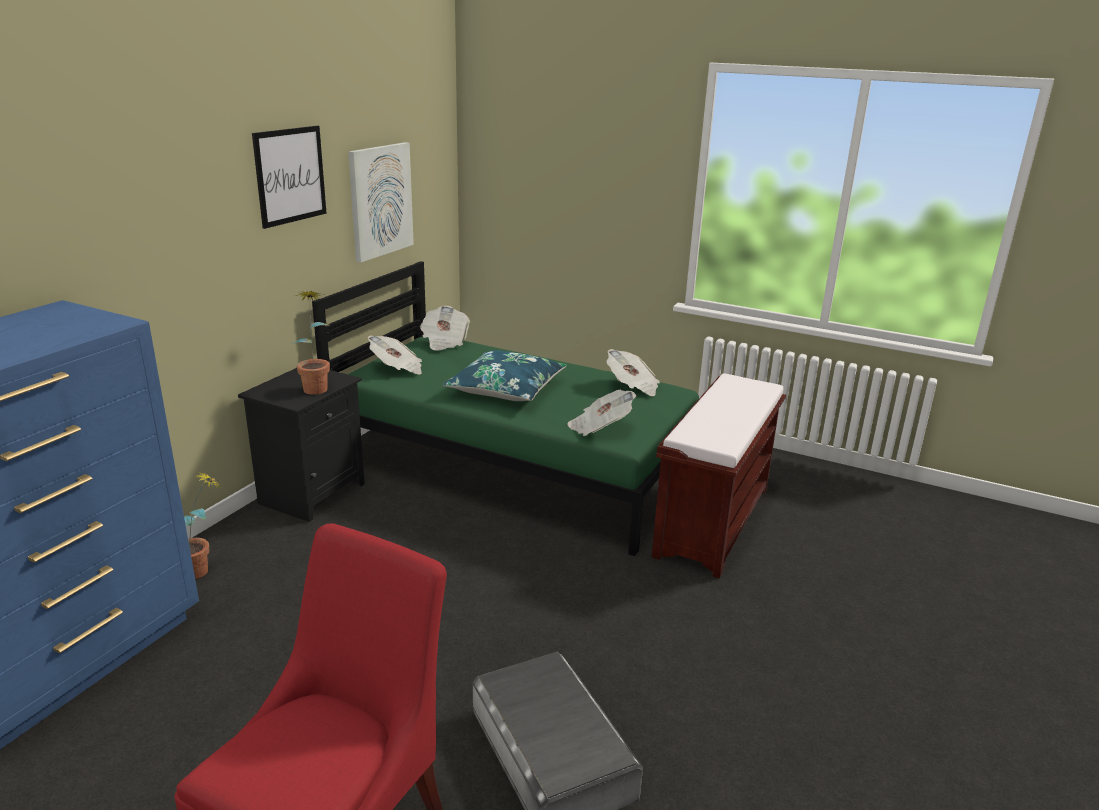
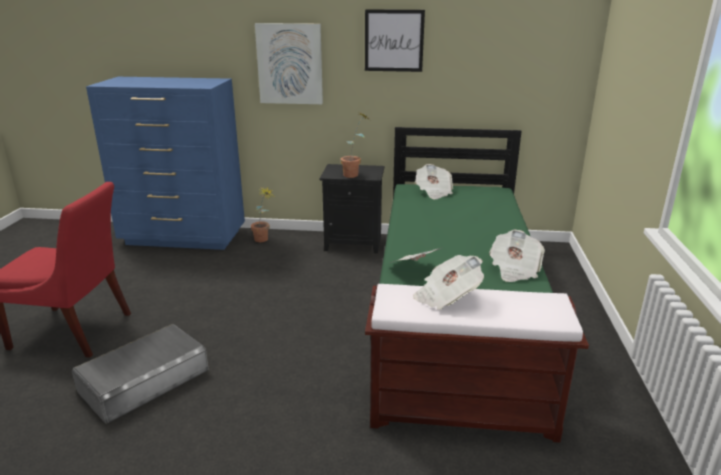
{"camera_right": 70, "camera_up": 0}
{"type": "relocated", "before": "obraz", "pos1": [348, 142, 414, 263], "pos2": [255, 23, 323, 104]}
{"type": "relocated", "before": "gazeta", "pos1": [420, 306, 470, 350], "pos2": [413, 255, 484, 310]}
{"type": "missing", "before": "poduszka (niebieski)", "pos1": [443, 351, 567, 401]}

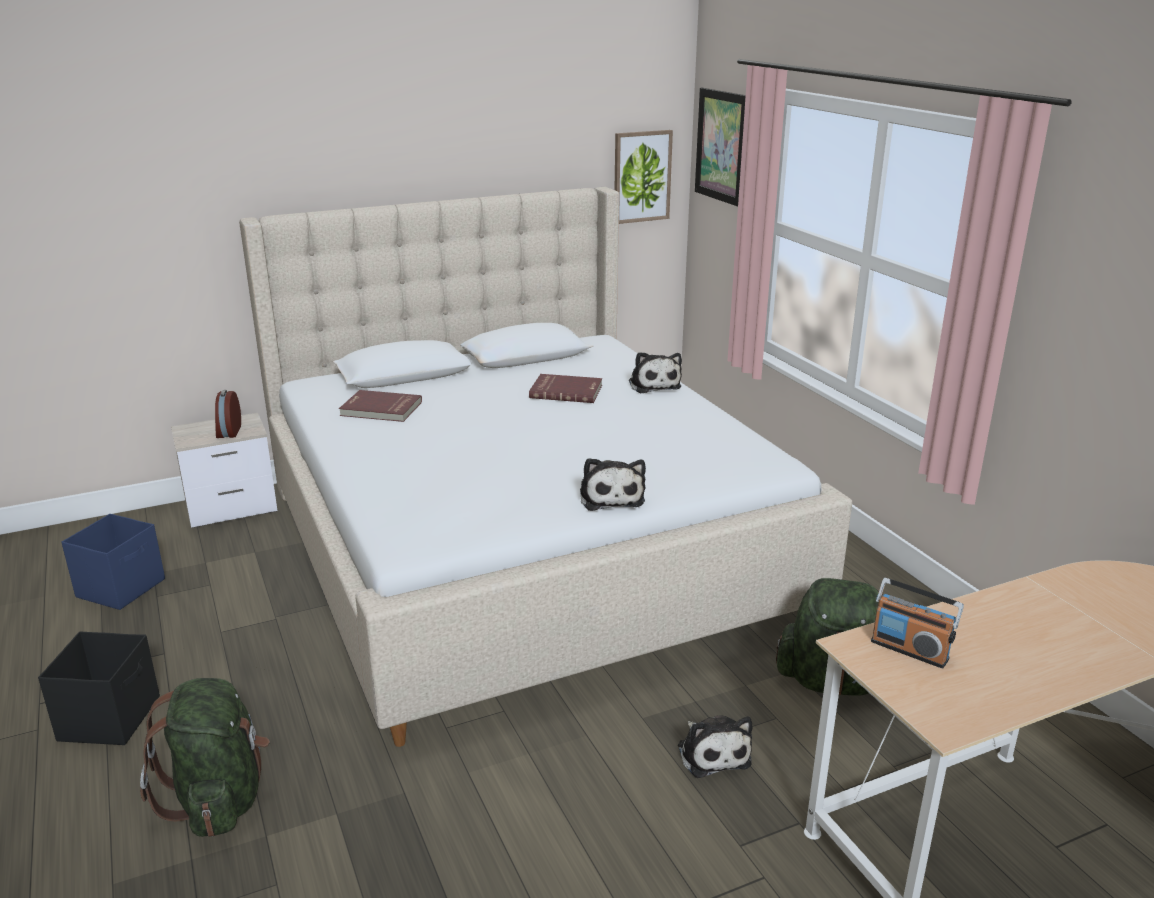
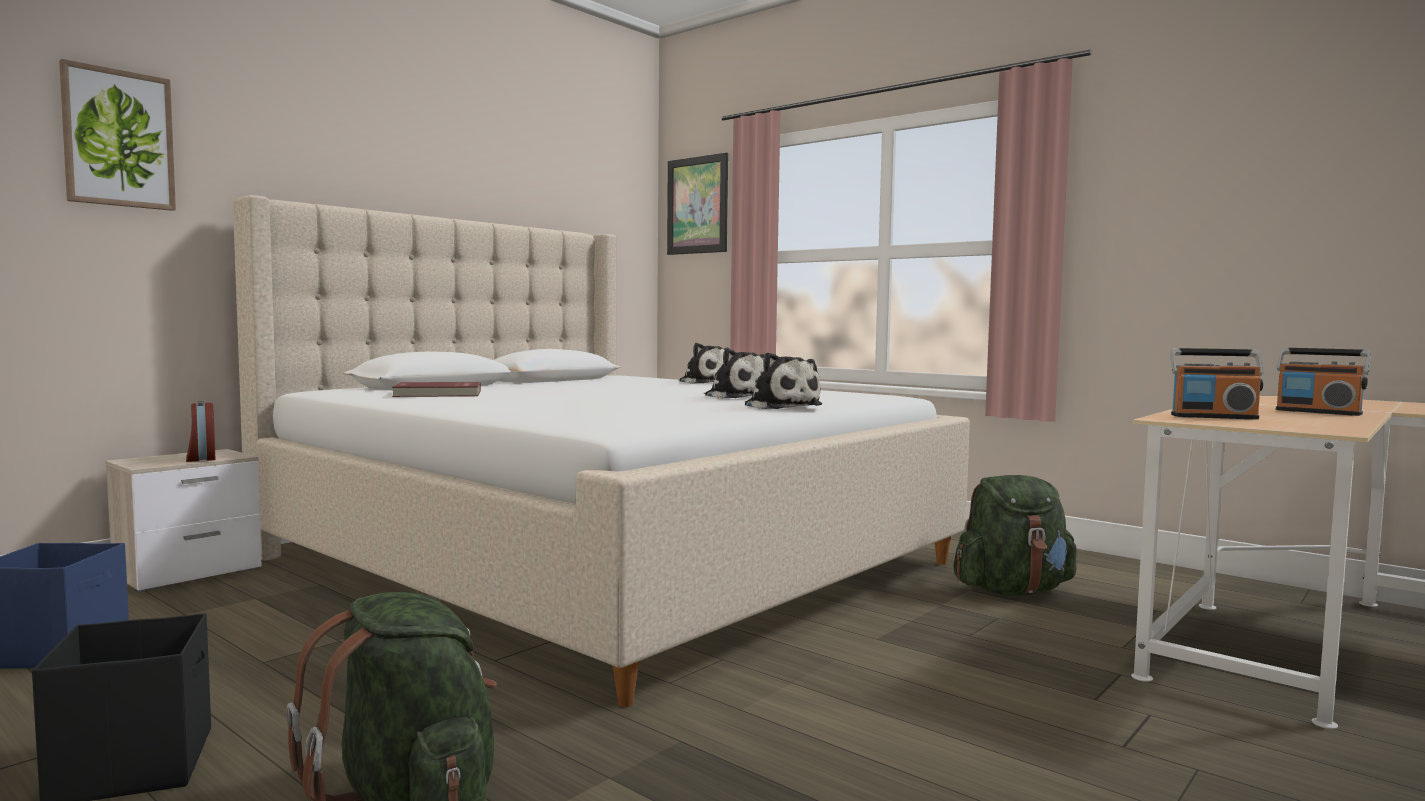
{"camera_right": -25, "camera_up": -20}
{"type": "missing", "before": "książka (czerwony)", "pos1": [529, 374, 602, 403]}
{"type": "relocated", "before": "obraz", "pos1": [614, 130, 673, 224], "pos2": [59, 59, 176, 211]}
{"type": "relocated", "before": "pluszak", "pos1": [678, 716, 752, 778], "pos2": [703, 348, 765, 399]}
{"type": "appeared", "after": "radio", "pos2": [1276, 348, 1371, 416]}

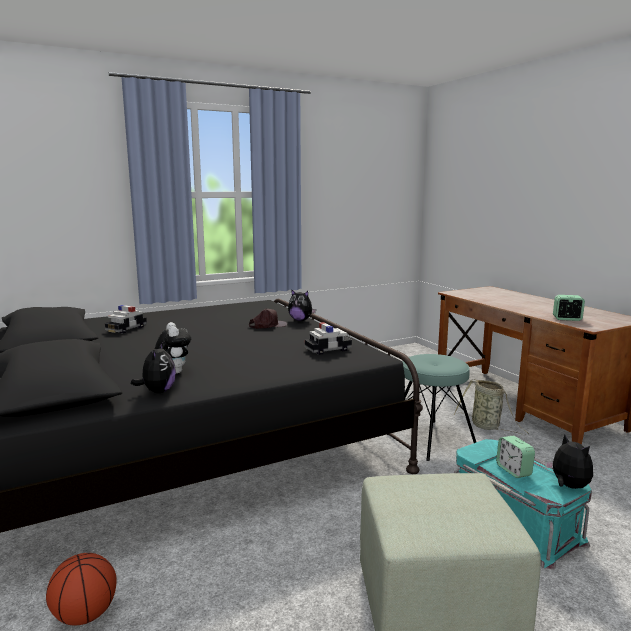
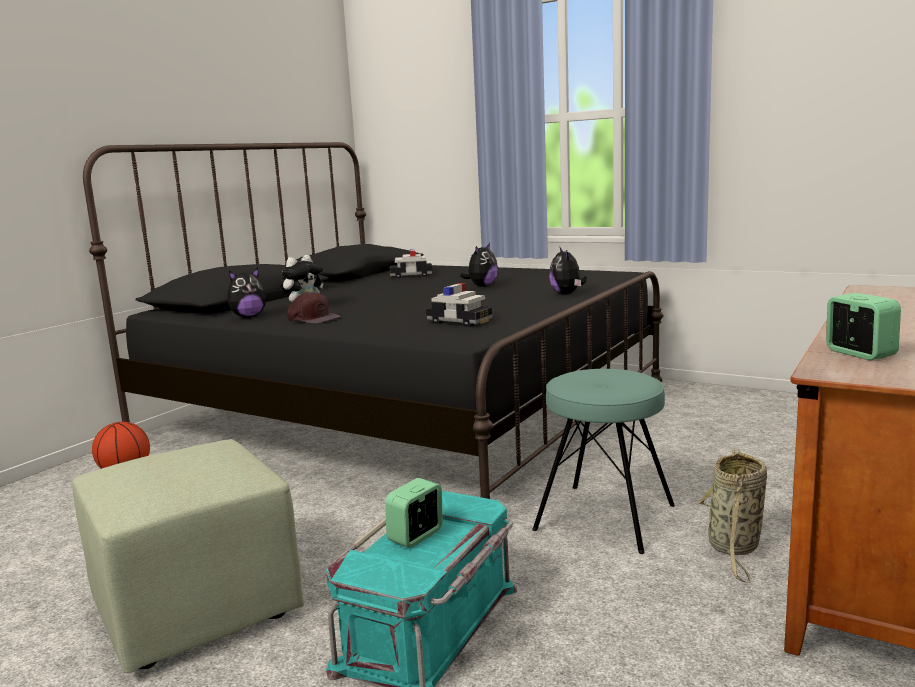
{"camera_right": 60, "camera_up": 0}
{"type": "relocated", "before": "czapka z daszkiem (brązowy)", "pos1": [249, 308, 287, 329], "pos2": [287, 292, 341, 324]}
{"type": "relocated", "before": "pluszak", "pos1": [545, 434, 593, 489], "pos2": [460, 243, 498, 287]}

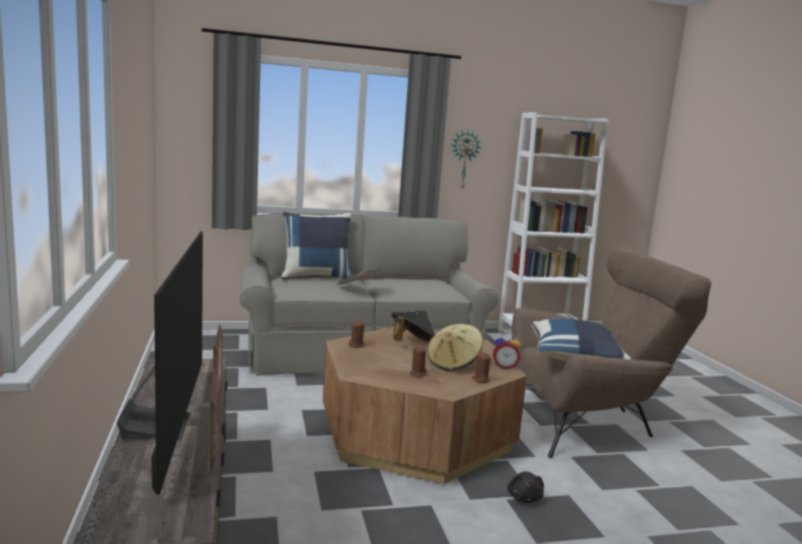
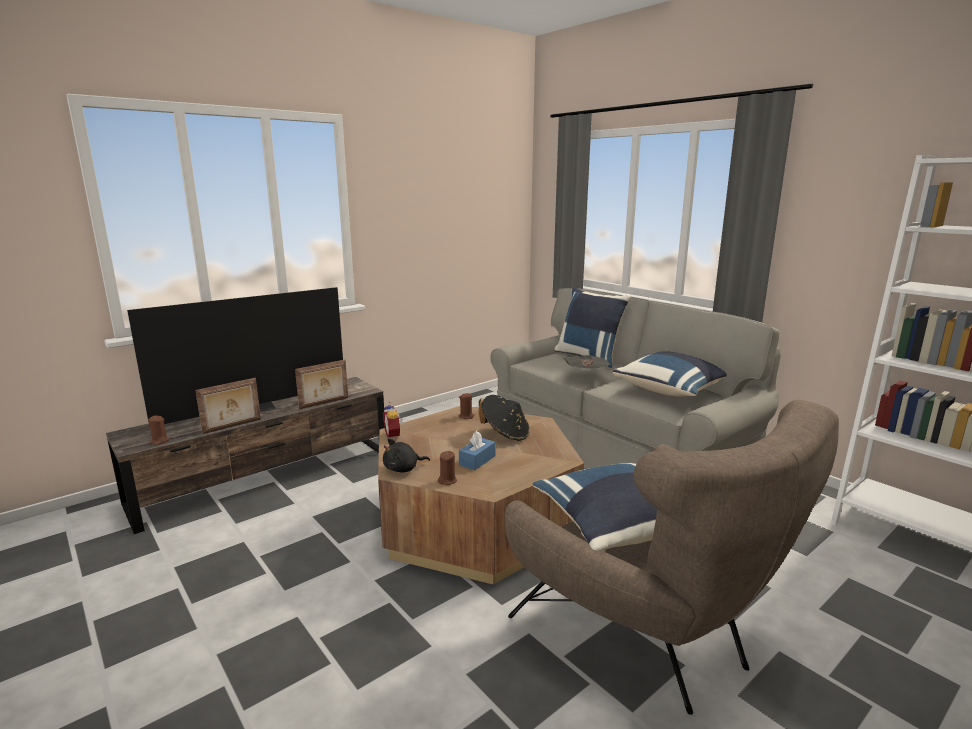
{"camera_right": 65, "camera_up": 5}
{"type": "relocated", "before": "świeca (brązowy)", "pos1": [410, 347, 427, 378], "pos2": [148, 415, 170, 445]}
{"type": "exchanged", "before": "kapelusz (beżowy)", "after": "pudełko chusteczek (niebieski)", "pos1": [427, 324, 483, 371], "pos2": [459, 431, 496, 470]}
{"type": "missing", "before": "zegar ścienny", "pos1": [451, 130, 481, 189]}
{"type": "relocated", "before": "budzik", "pos1": [493, 333, 521, 370], "pos2": [384, 402, 403, 440]}
{"type": "relocated", "before": "pluszak (czarny)", "pos1": [507, 471, 544, 503], "pos2": [383, 438, 430, 472]}
{"type": "appeared", "after": "poduszka (niebieski)", "pos2": [613, 351, 727, 397]}

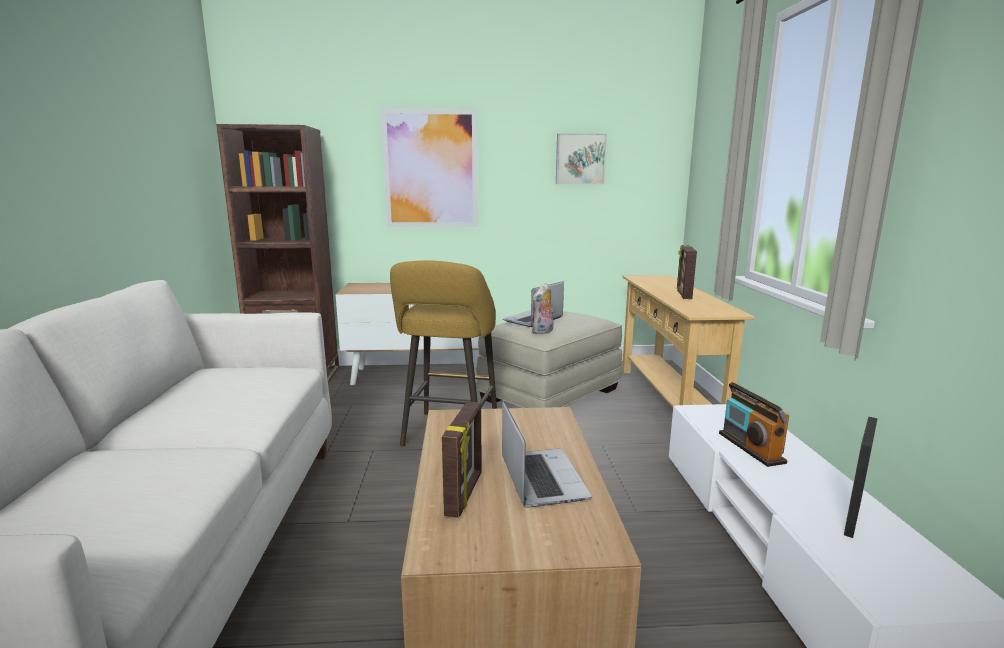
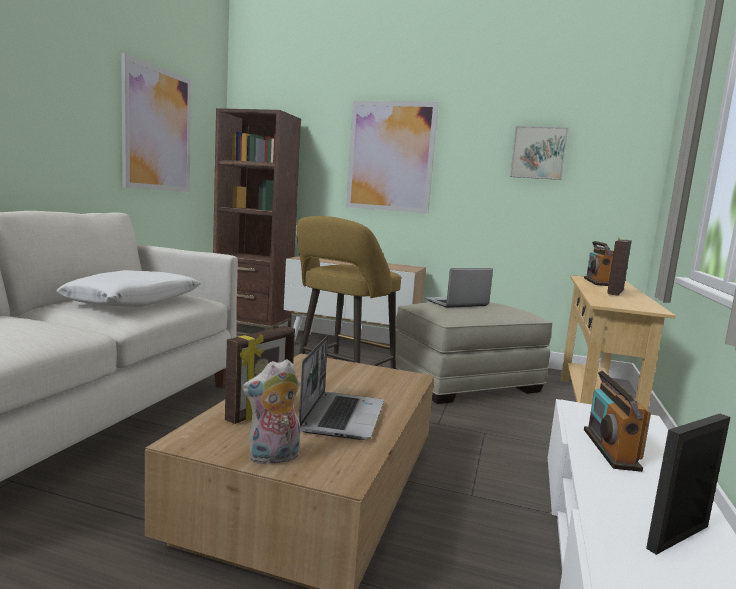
{"camera_right": 20, "camera_up": -5}
{"type": "relocated", "before": "pluszak", "pos1": [532, 283, 554, 334], "pos2": [242, 359, 300, 465]}
{"type": "appeared", "after": "poduszka (biały)", "pos2": [57, 270, 201, 307]}
{"type": "appeared", "after": "obraz", "pos2": [121, 53, 191, 192]}
{"type": "appeared", "after": "radio", "pos2": [584, 241, 614, 286]}

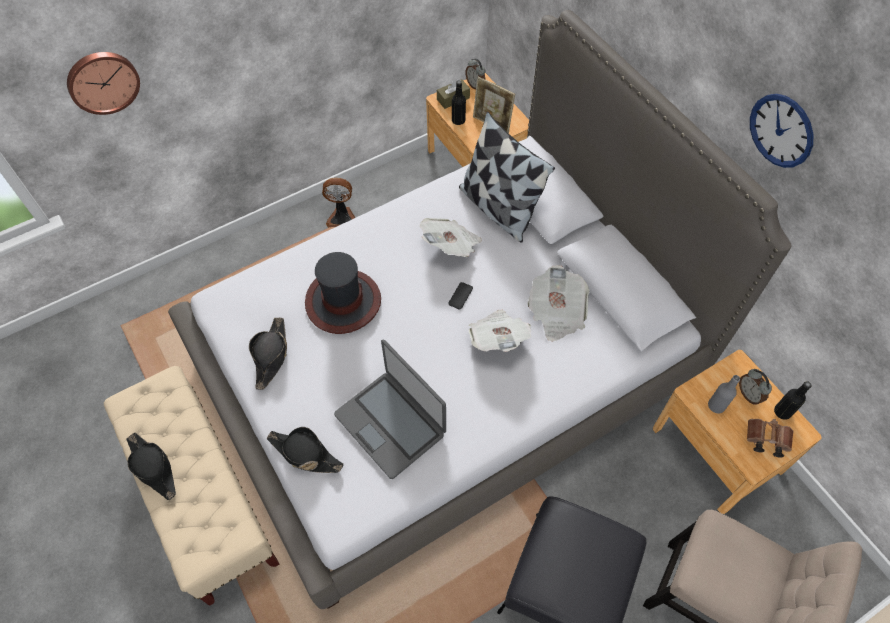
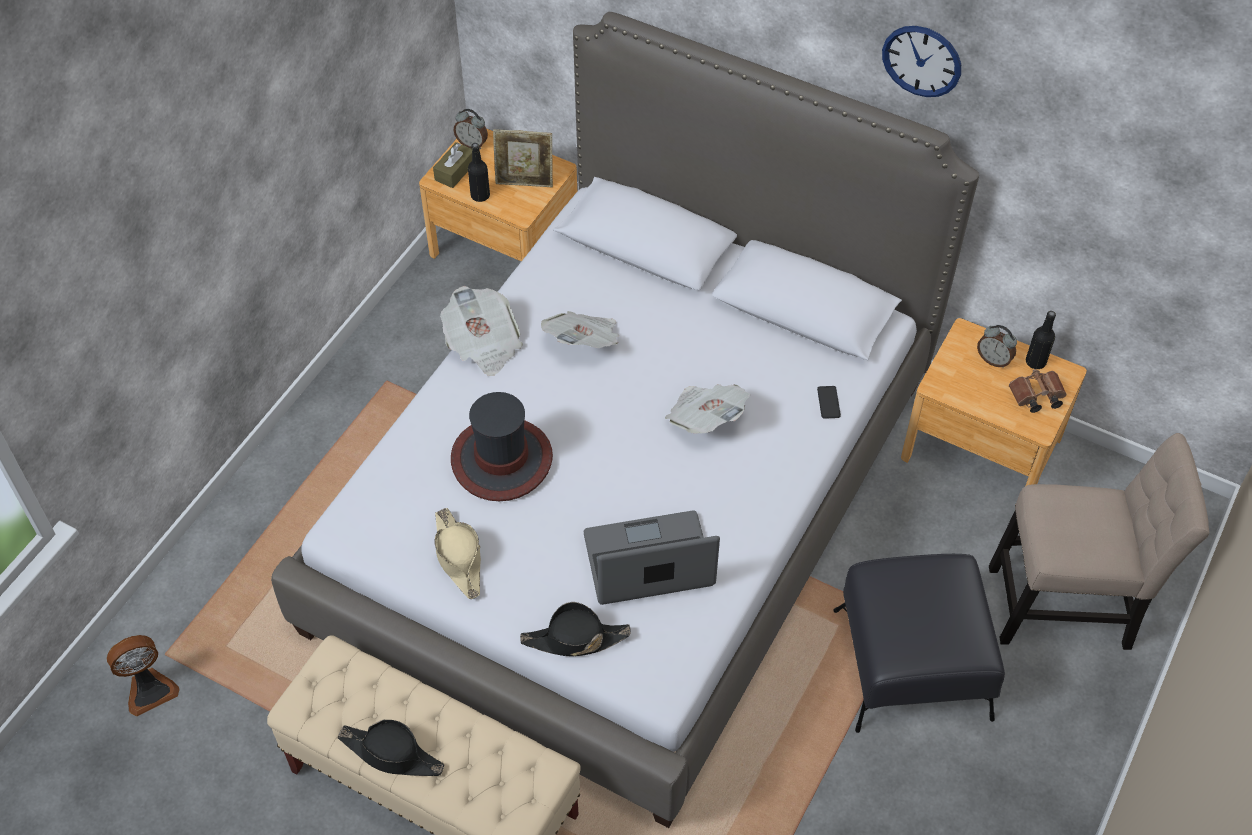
{"camera_right": -30, "camera_up": -5}
{"type": "missing", "before": "zegar ścienny", "pos1": [67, 52, 140, 115]}
{"type": "colour", "before": "kapelusz (czarny)", "after": "kapelusz (beżowy)", "pos1": [249, 318, 287, 390], "pos2": [435, 508, 481, 599]}
{"type": "relocated", "before": "wentylator", "pos1": [322, 178, 355, 228], "pos2": [107, 635, 179, 717]}
{"type": "spun", "before": "laptop", "pos1": [334, 340, 446, 479], "pos2": [584, 510, 720, 605], "turn": 150}
{"type": "relocated", "before": "telefon", "pos1": [448, 282, 473, 310], "pos2": [817, 386, 841, 419]}
{"type": "missing", "before": "poduszka", "pos1": [459, 112, 555, 243]}
{"type": "relocated", "before": "gazeta", "pos1": [527, 265, 589, 342], "pos2": [440, 286, 523, 376]}
{"type": "missing", "before": "butelka (szary)", "pos1": [708, 375, 740, 413]}

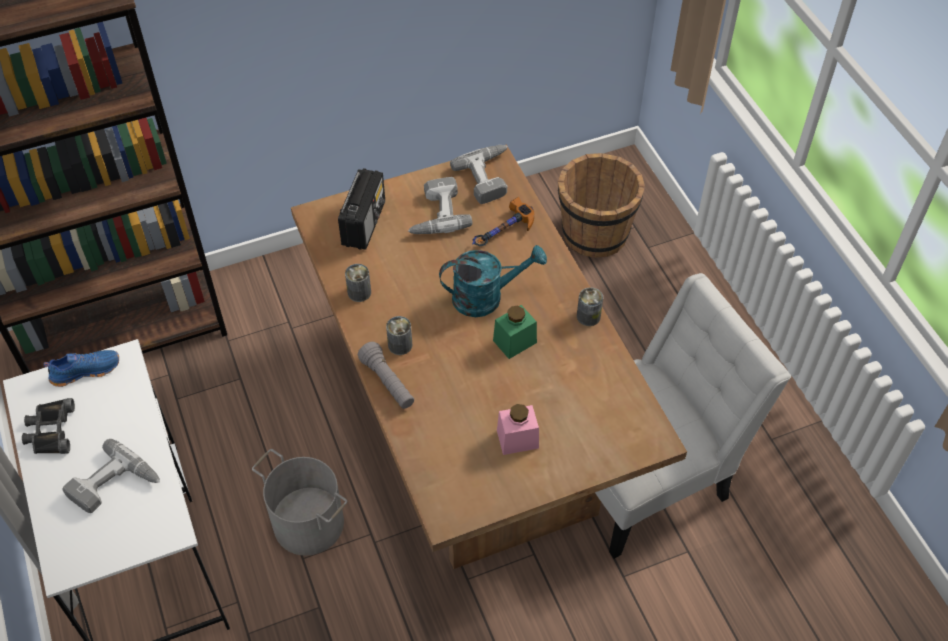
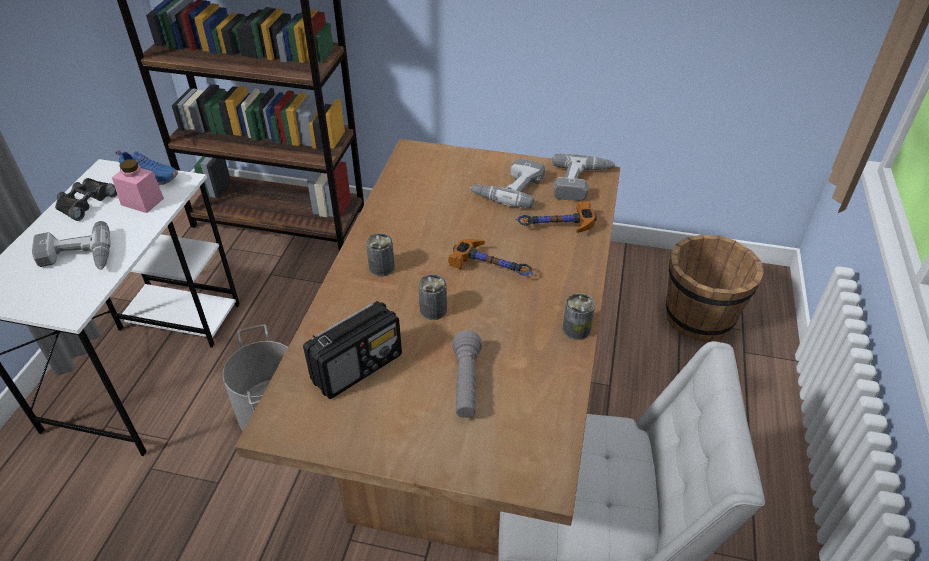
{"camera_right": 35, "camera_up": -10}
{"type": "relocated", "before": "radio", "pos1": [338, 168, 385, 250], "pos2": [303, 301, 402, 399]}
{"type": "relocated", "before": "puszka", "pos1": [345, 264, 371, 302], "pos2": [418, 274, 447, 320]}
{"type": "relocated", "before": "latarka (szary)", "pos1": [358, 342, 414, 409], "pos2": [452, 330, 482, 418]}
{"type": "exchanged", "before": "konewka (turkusowy)", "after": "młotek", "pos1": [439, 245, 547, 317], "pos2": [448, 239, 533, 275]}
{"type": "missing", "before": "słoik (zielony)", "pos1": [493, 305, 537, 359]}
{"type": "relocated", "before": "słoik (różowy)", "pos1": [497, 404, 539, 455], "pos2": [112, 159, 164, 213]}

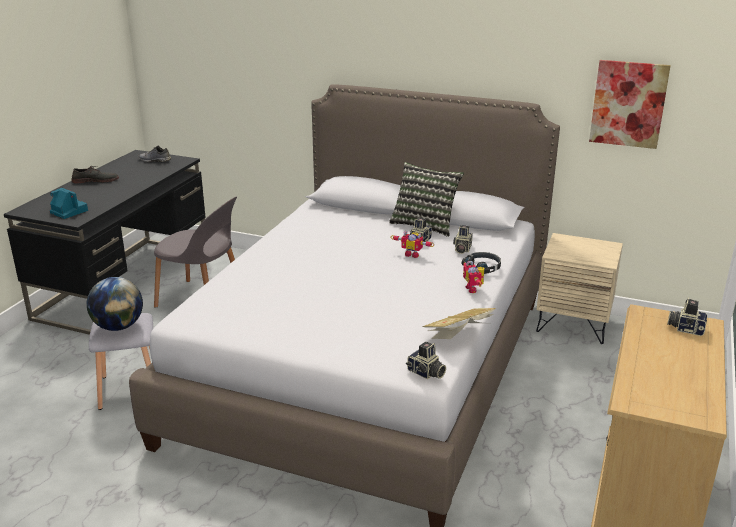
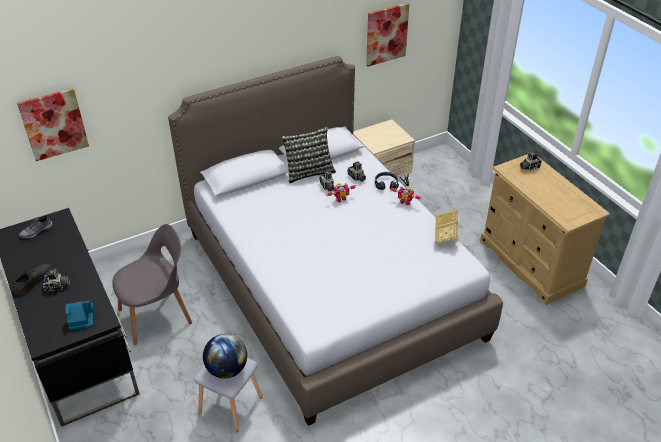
{"camera_right": -50, "camera_up": 15}
{"type": "relocated", "before": "aparat fotograficzny", "pos1": [406, 342, 446, 379], "pos2": [43, 268, 70, 291]}
{"type": "appeared", "after": "obraz", "pos2": [17, 89, 89, 161]}

